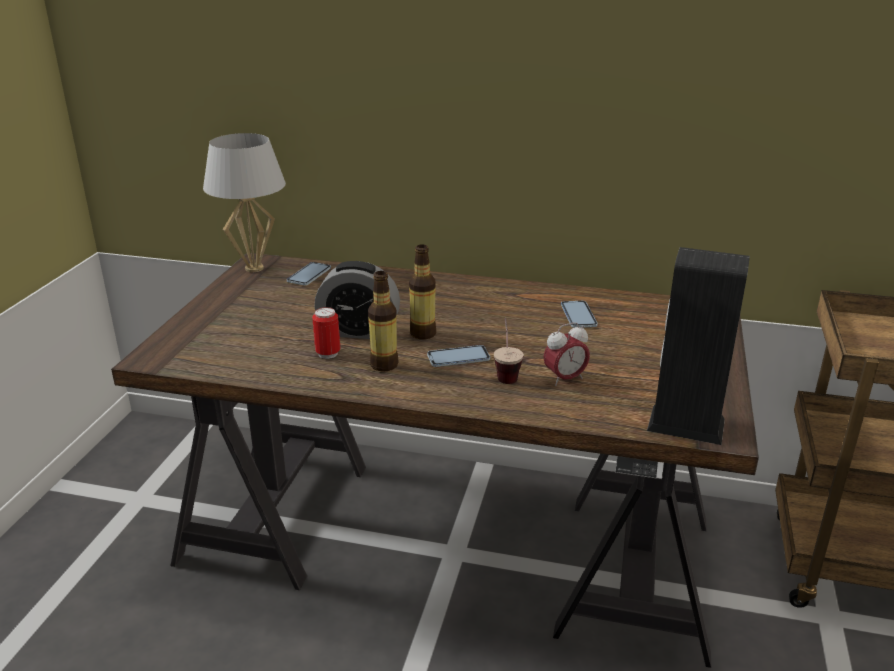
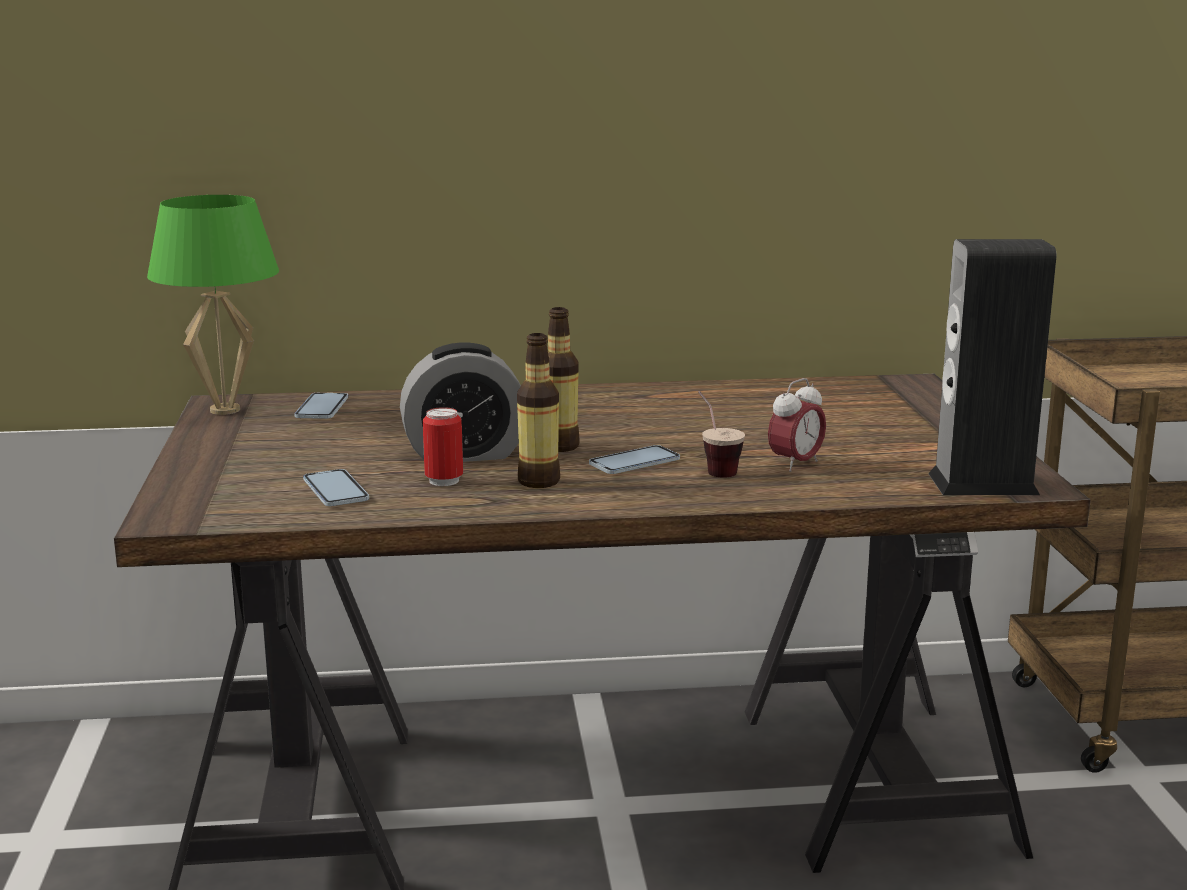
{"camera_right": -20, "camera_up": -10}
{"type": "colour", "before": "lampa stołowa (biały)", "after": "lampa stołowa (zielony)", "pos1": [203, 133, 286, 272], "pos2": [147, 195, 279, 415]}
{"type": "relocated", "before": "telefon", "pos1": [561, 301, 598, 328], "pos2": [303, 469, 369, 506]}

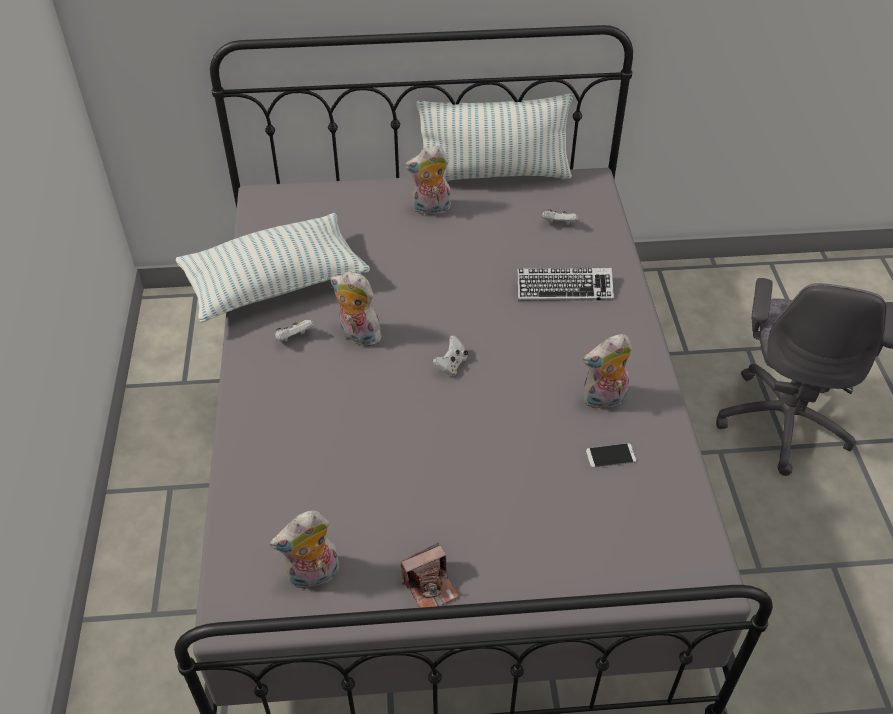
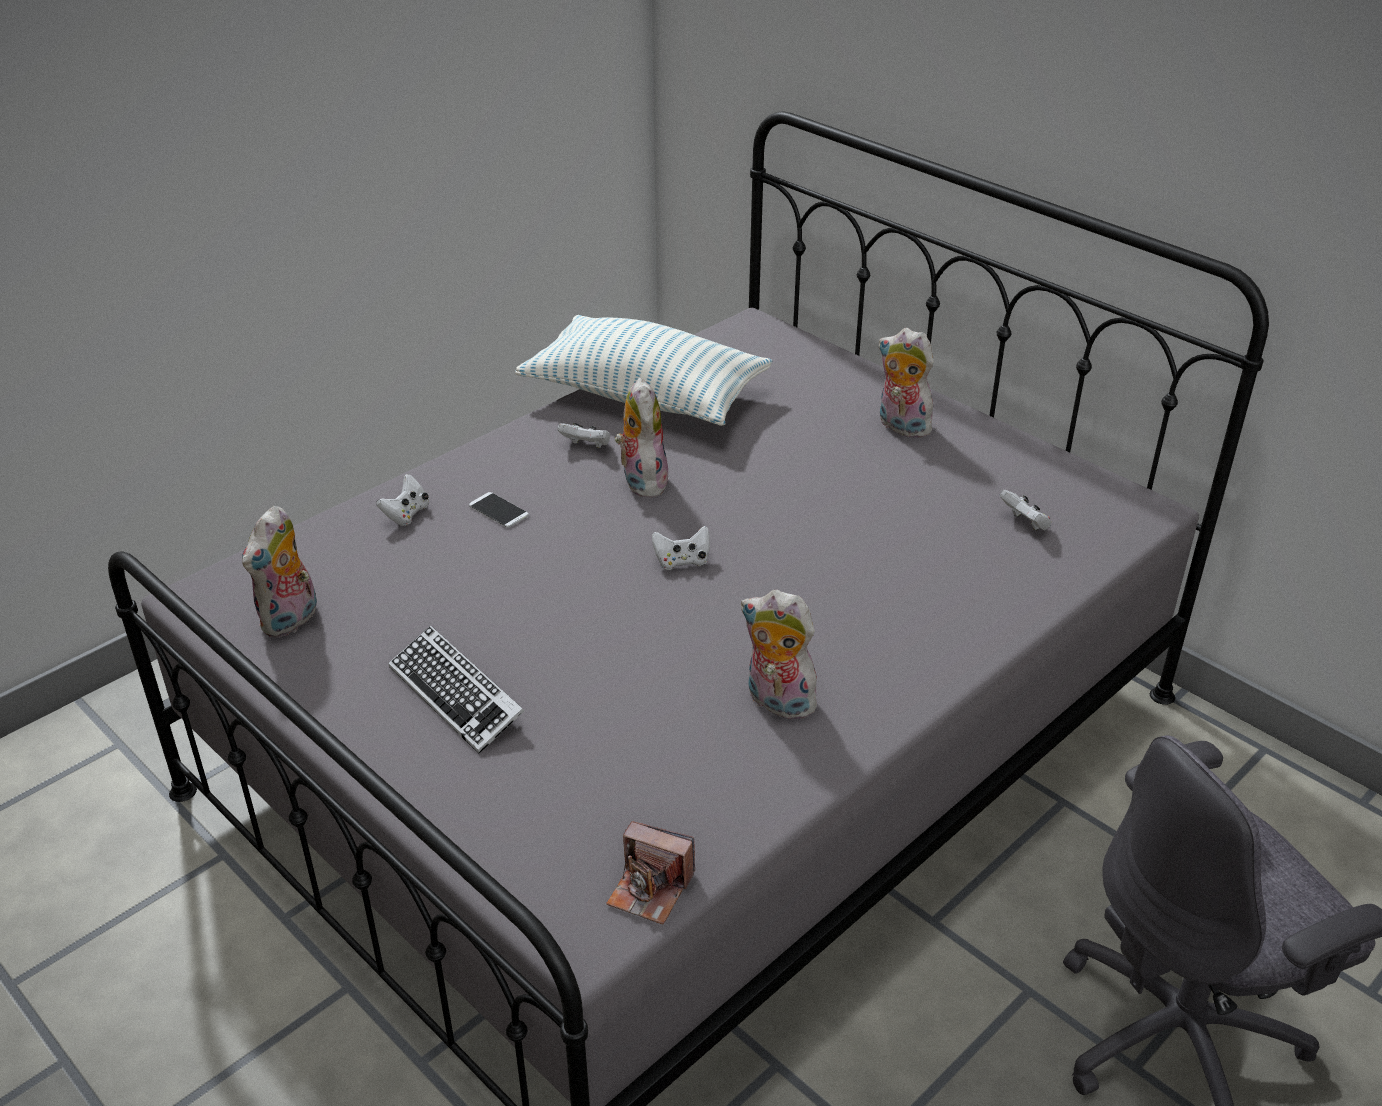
{"camera_right": 50, "camera_up": -10}
{"type": "spun", "before": "pluszak", "pos1": [270, 510, 339, 589], "pos2": [242, 506, 317, 638], "turn": -90}
{"type": "relocated", "before": "aparat fotograficzny", "pos1": [401, 542, 459, 608], "pos2": [606, 821, 695, 924]}
{"type": "missing", "before": "poduszka", "pos1": [416, 94, 573, 181]}
{"type": "relocated", "before": "klawiatura", "pos1": [517, 268, 614, 301], "pos2": [388, 625, 524, 754]}
{"type": "relocated", "before": "telefon", "pos1": [586, 443, 637, 468], "pos2": [469, 492, 529, 528]}
{"type": "appeared", "after": "pad do gier (biały)", "pos2": [376, 474, 429, 526]}

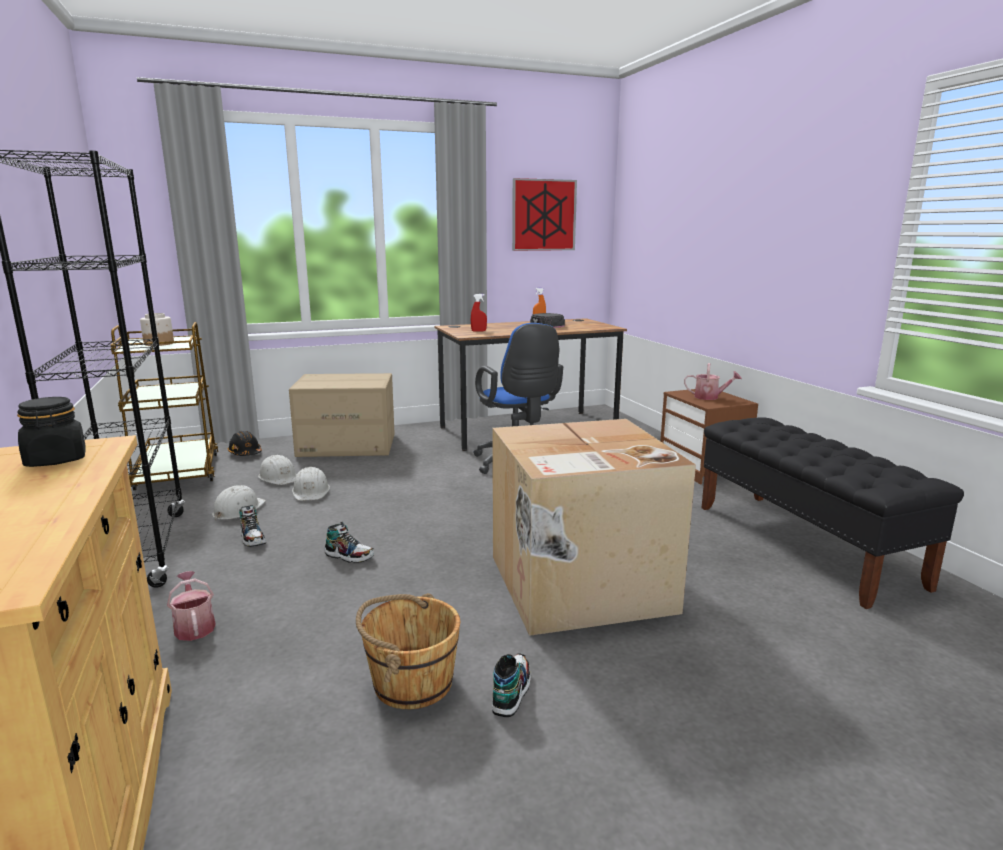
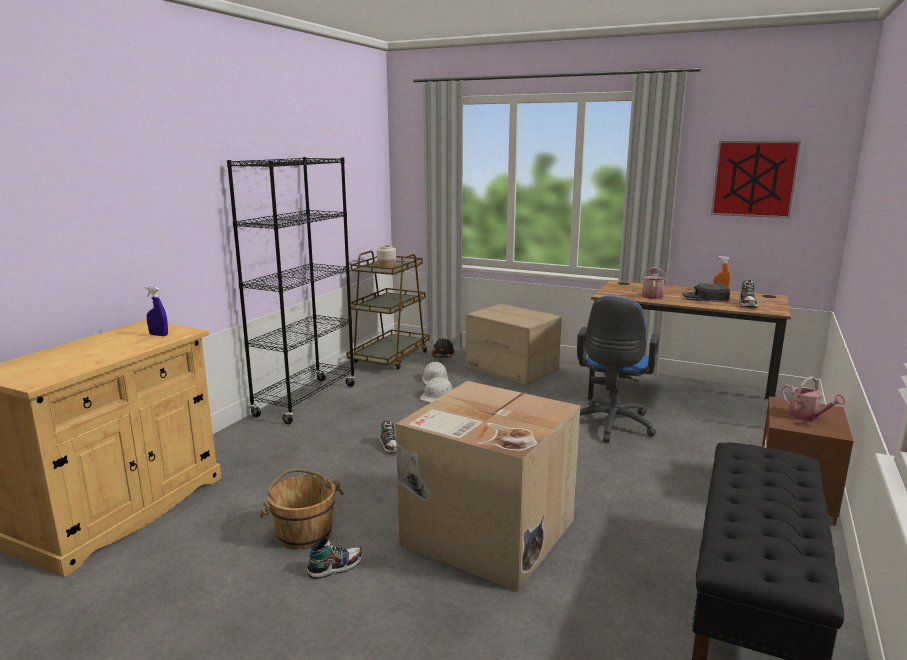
{"camera_right": 45, "camera_up": 0}
{"type": "exchanged", "before": "słoik (czarny)", "after": "spryskiwacz (niebieski)", "pos1": [17, 397, 85, 467], "pos2": [145, 286, 168, 336]}
{"type": "relocated", "before": "konewka", "pos1": [167, 571, 216, 641], "pos2": [642, 267, 666, 299]}
{"type": "missing", "before": "kask (biały)", "pos1": [212, 485, 266, 520]}
{"type": "relocated", "before": "but", "pos1": [239, 505, 266, 547], "pos2": [739, 280, 758, 308]}
{"type": "missing", "before": "spryskiwacz (czerwony)", "pos1": [471, 294, 487, 332]}

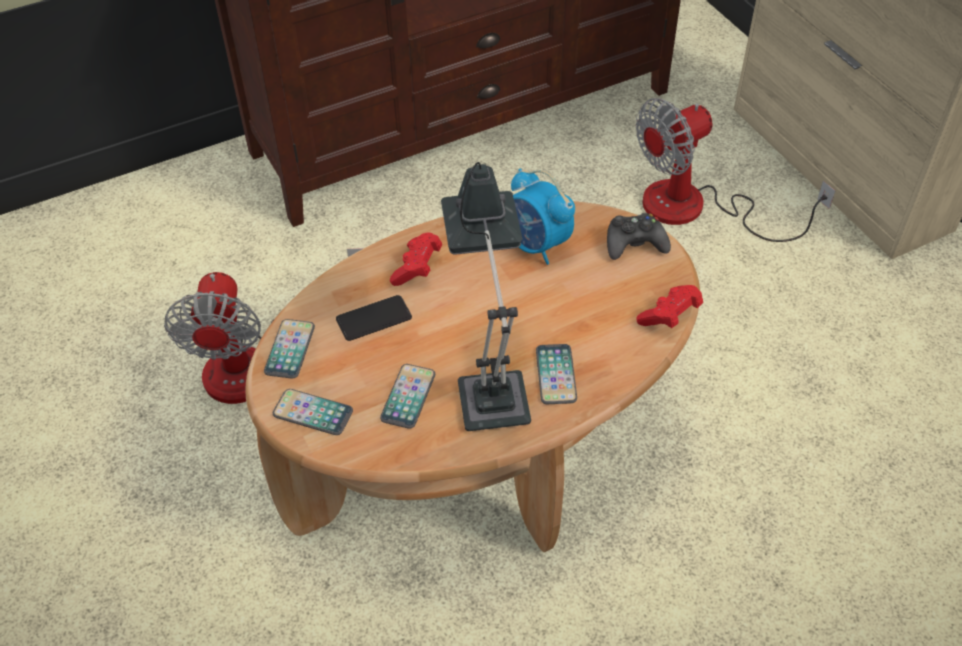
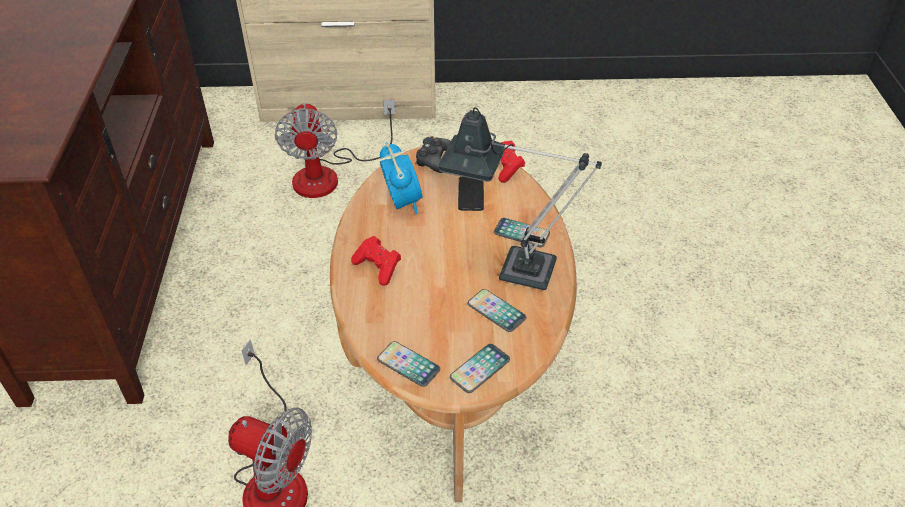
{"camera_right": -65, "camera_up": -5}
{"type": "relocated", "before": "telefon", "pos1": [336, 295, 412, 341], "pos2": [458, 177, 484, 211]}
{"type": "spun", "before": "budzik", "pos1": [511, 168, 575, 265], "pos2": [380, 142, 423, 215], "turn": -90}

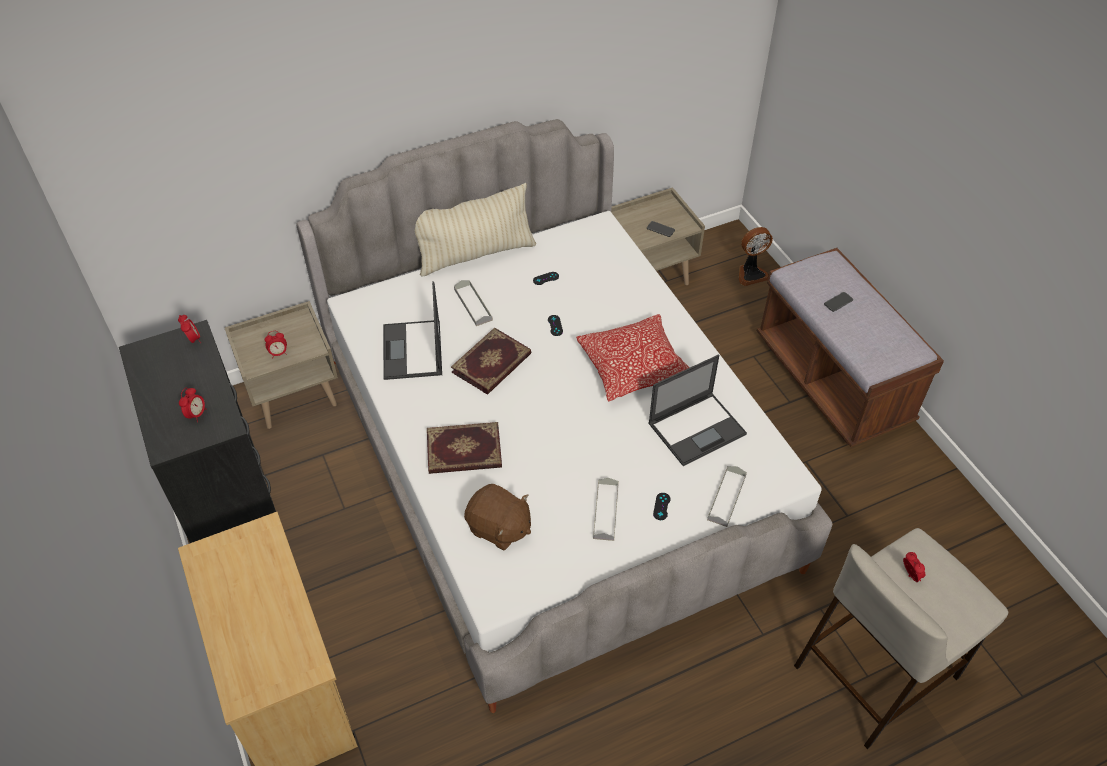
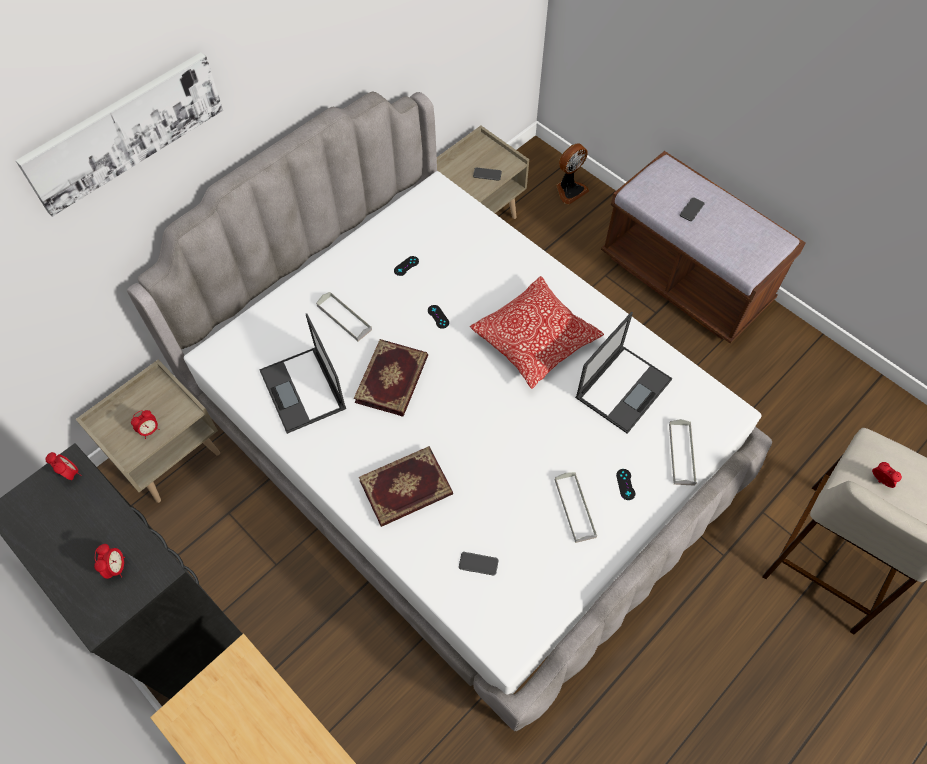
{"camera_right": -20, "camera_up": 10}
{"type": "missing", "before": "poduszka (beżowy)", "pos1": [415, 183, 536, 277]}
{"type": "exchanged", "before": "pluszak (brązowy)", "after": "telefon", "pos1": [464, 484, 531, 550], "pos2": [459, 552, 499, 576]}
{"type": "appeared", "after": "obraz", "pos2": [15, 52, 223, 217]}

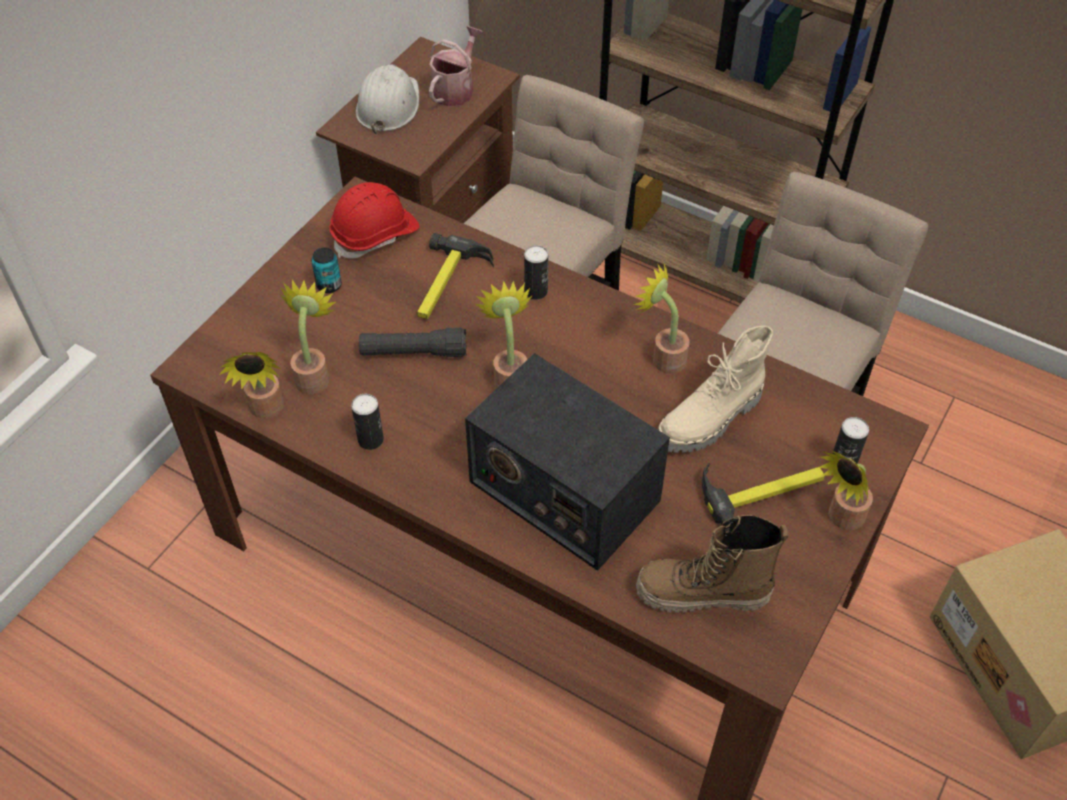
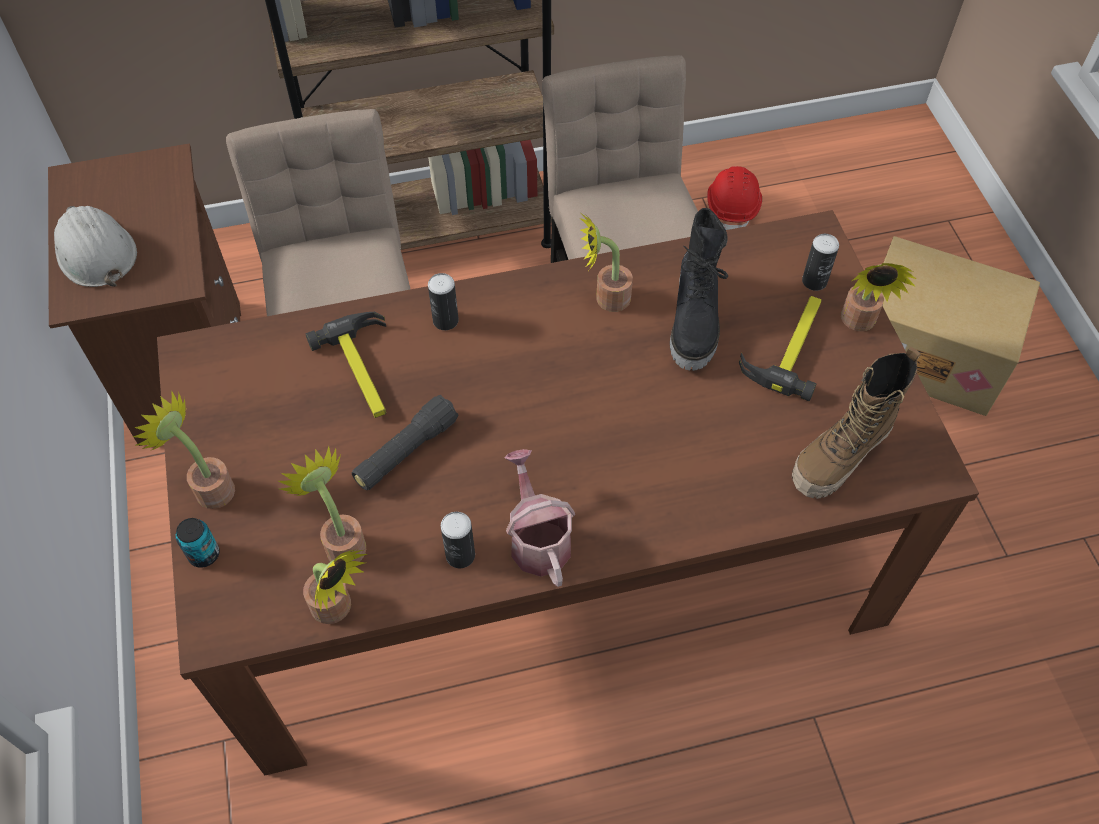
{"camera_right": -45, "camera_up": 5}
{"type": "relocated", "before": "puszka", "pos1": [311, 248, 342, 293], "pos2": [176, 518, 220, 568]}
{"type": "relocated", "before": "kask (czerwony)", "pos1": [329, 182, 419, 259], "pos2": [707, 166, 762, 230]}
{"type": "relocated", "before": "konewka", "pos1": [429, 26, 483, 107], "pos2": [505, 449, 575, 587]}
{"type": "missing", "before": "radio", "pos1": [465, 353, 670, 571]}
{"type": "relocated", "before": "roślina doniczkowa", "pos1": [474, 280, 533, 389], "pos2": [133, 390, 235, 509]}
{"type": "colour", "before": "but z cholewką (beżowy)", "after": "but z cholewką (czarny)", "pos1": [658, 326, 773, 453], "pos2": [670, 208, 728, 371]}

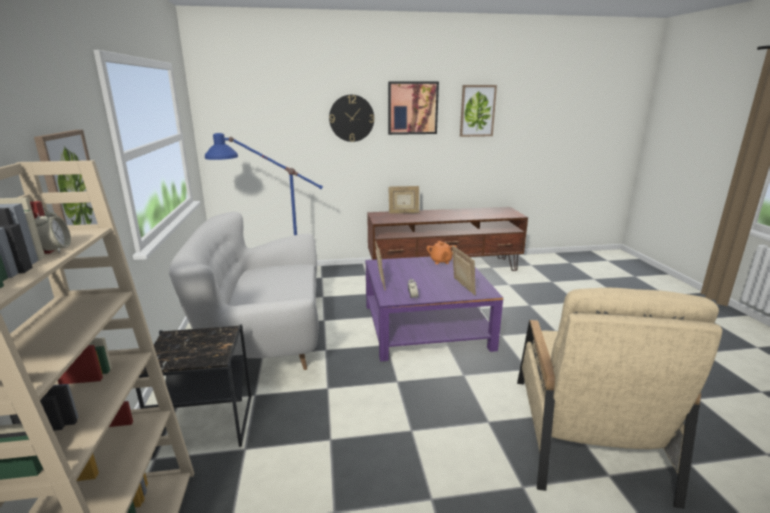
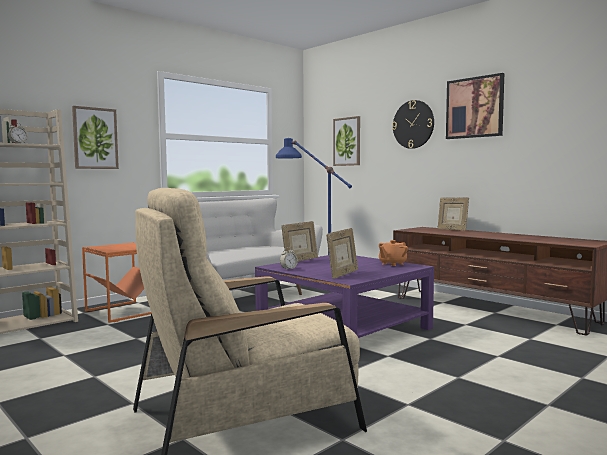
{"camera_right": 55, "camera_up": -15}
{"type": "colour", "before": "stolik (czarny)", "after": "stolik (pomarańczowy)", "pos1": [136, 324, 251, 456], "pos2": [82, 242, 151, 323]}
{"type": "relocated", "before": "obraz", "pos1": [460, 85, 497, 137], "pos2": [333, 116, 360, 166]}

